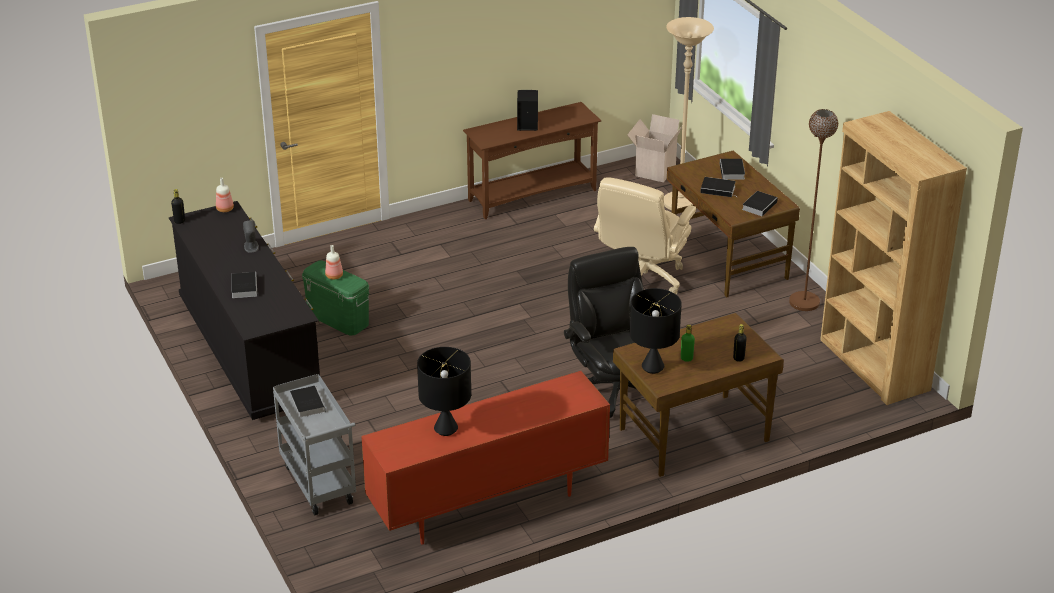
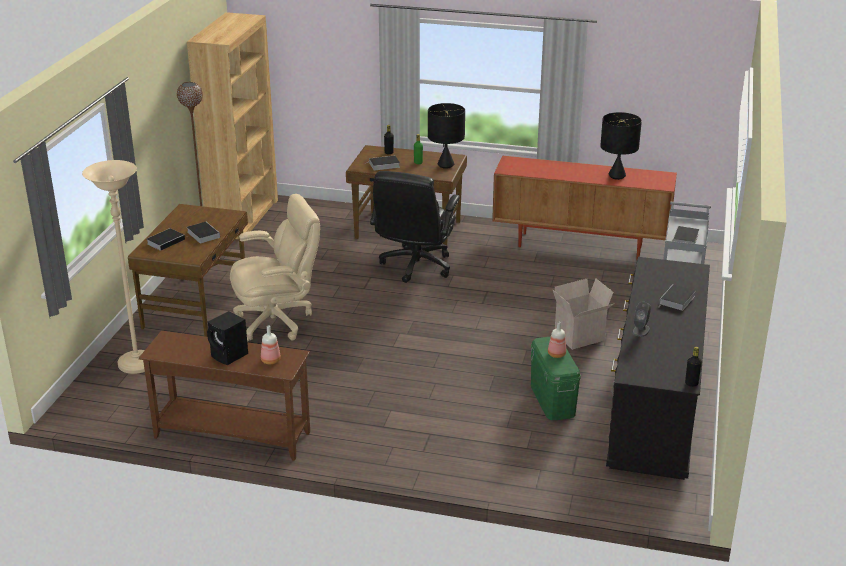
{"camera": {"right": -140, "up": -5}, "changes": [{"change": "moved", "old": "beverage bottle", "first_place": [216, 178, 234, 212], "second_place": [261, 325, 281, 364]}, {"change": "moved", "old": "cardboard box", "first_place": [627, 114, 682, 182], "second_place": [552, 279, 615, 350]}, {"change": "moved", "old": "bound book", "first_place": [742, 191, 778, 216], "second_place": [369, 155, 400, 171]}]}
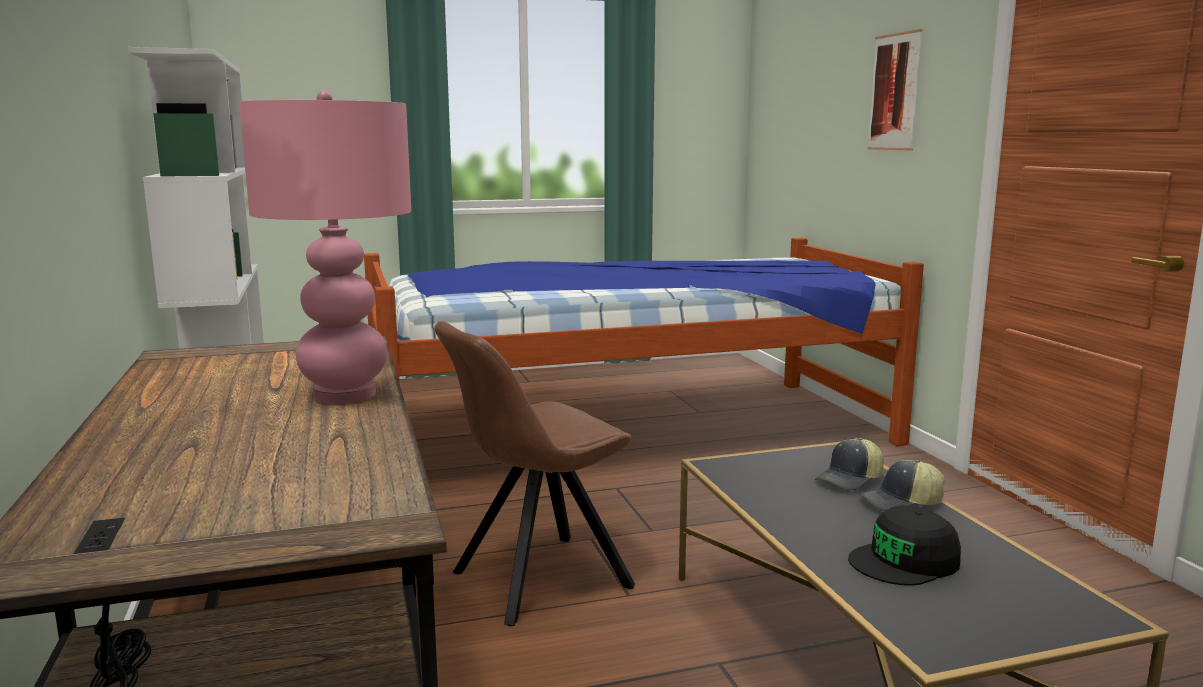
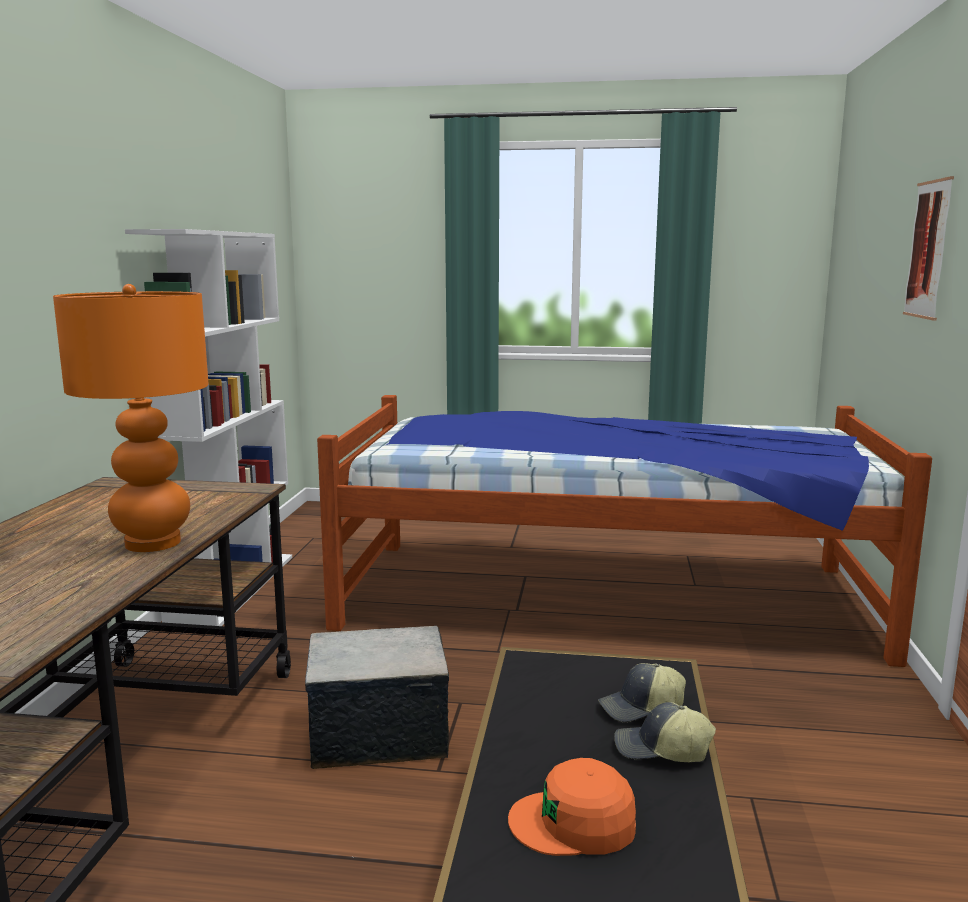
{"camera": {"right": 25, "up": 0}, "changes": [{"change": "recoloured", "old": "pinkish lamp for a table", "new": "orange-coloured lamp for a table", "first_place": [239, 90, 411, 404], "second_place": [53, 284, 209, 552]}, {"change": "replaced", "old": "brown-coloured chair", "new": "storage container", "first_place": [434, 321, 635, 626], "second_place": [305, 626, 449, 769]}, {"change": "recoloured", "old": "blackish cap", "new": "orange-coloured cap", "first_place": [848, 506, 961, 586], "second_place": [508, 758, 636, 856]}]}
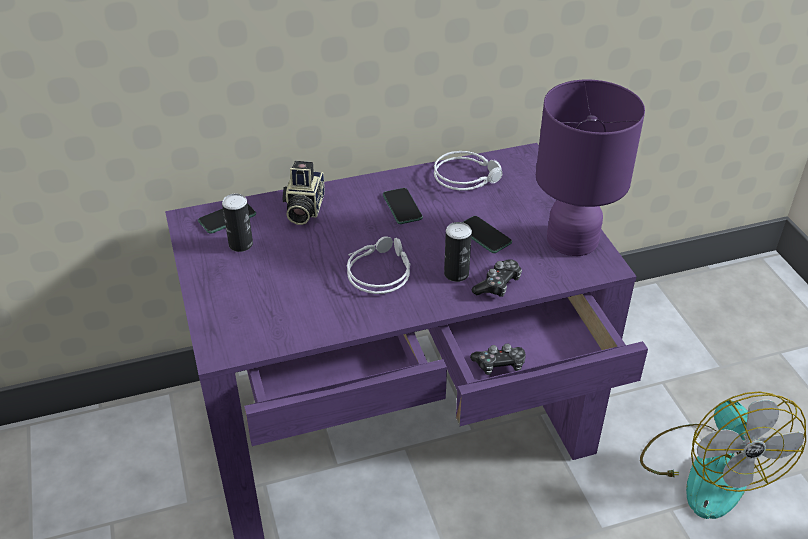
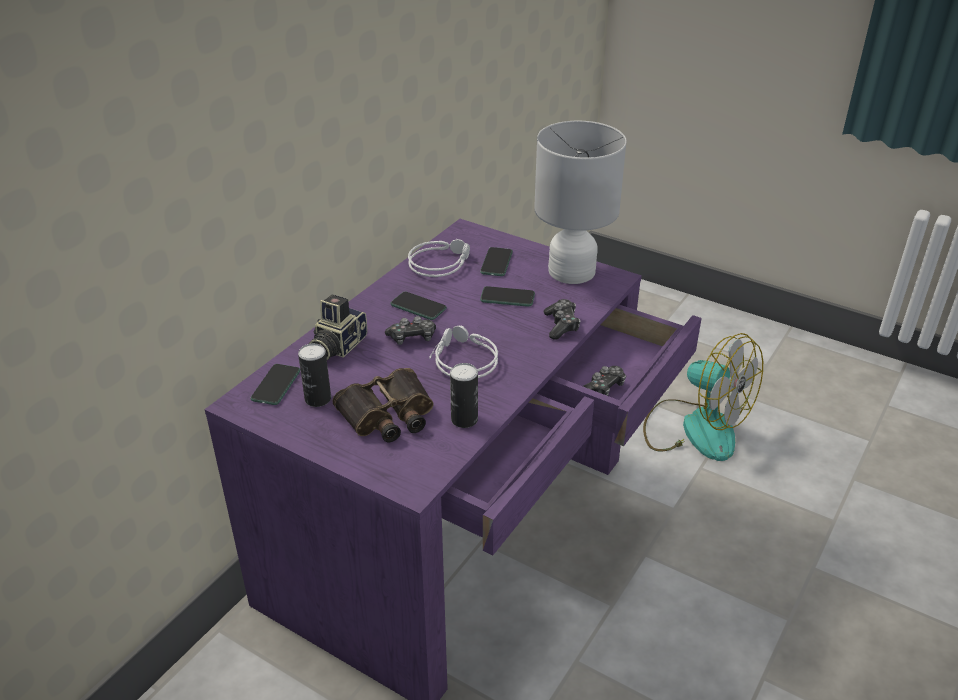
{"camera": {"right": -40, "up": -5}, "changes": [{"change": "turned", "old": "still camera", "first_place": [282, 161, 325, 225], "second_place": [309, 294, 367, 360], "degrees": 60}, {"change": "moved", "old": "metal can", "first_place": [444, 222, 472, 282], "second_place": [450, 363, 478, 428]}, {"change": "recoloured", "old": "purplish lamp for a table", "new": "greyish lamp for a table", "first_place": [536, 79, 645, 256], "second_place": [534, 121, 627, 284]}, {"change": "added", "new": "field glasses", "second_place": [332, 368, 433, 442]}, {"change": "added", "new": "game controller", "second_place": [385, 316, 436, 345]}, {"change": "added", "new": "telephone", "second_place": [480, 247, 513, 276]}]}
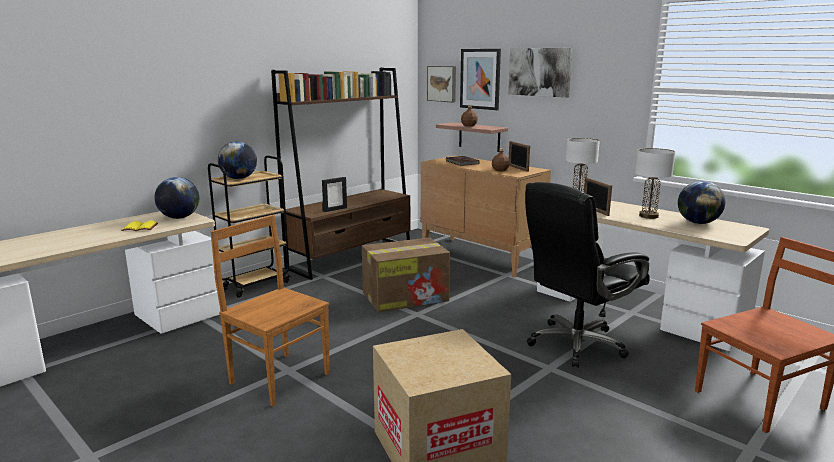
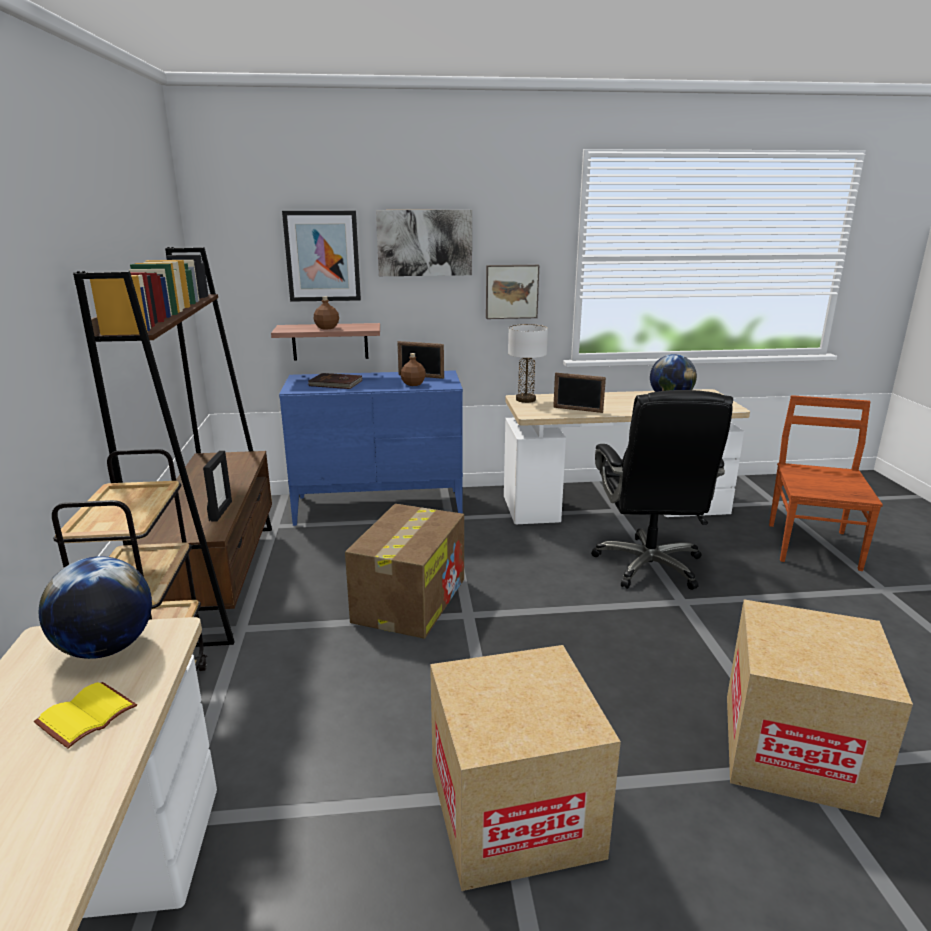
{"camera": {"right": -50, "up": 5}, "changes": [{"change": "replaced", "old": "brown-coloured chair", "new": "cardboard box", "first_place": [210, 215, 330, 406], "second_place": [430, 645, 621, 891]}, {"change": "removed", "old": "desk globe", "first_place": [218, 141, 257, 179]}, {"change": "recoloured", "old": "brown-coloured cabinet", "new": "blue cabinet", "first_place": [421, 156, 551, 278], "second_place": [279, 370, 463, 526]}, {"change": "moved", "old": "picture", "first_place": [427, 66, 456, 102], "second_place": [486, 265, 539, 319]}, {"change": "removed", "old": "lamp for a table", "first_place": [635, 148, 675, 219]}]}
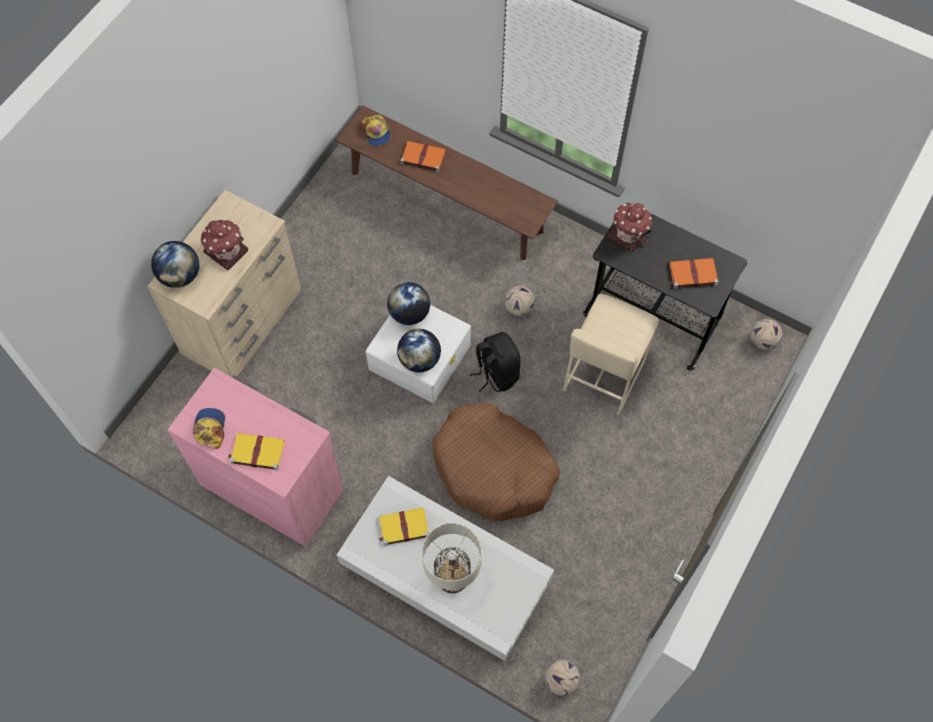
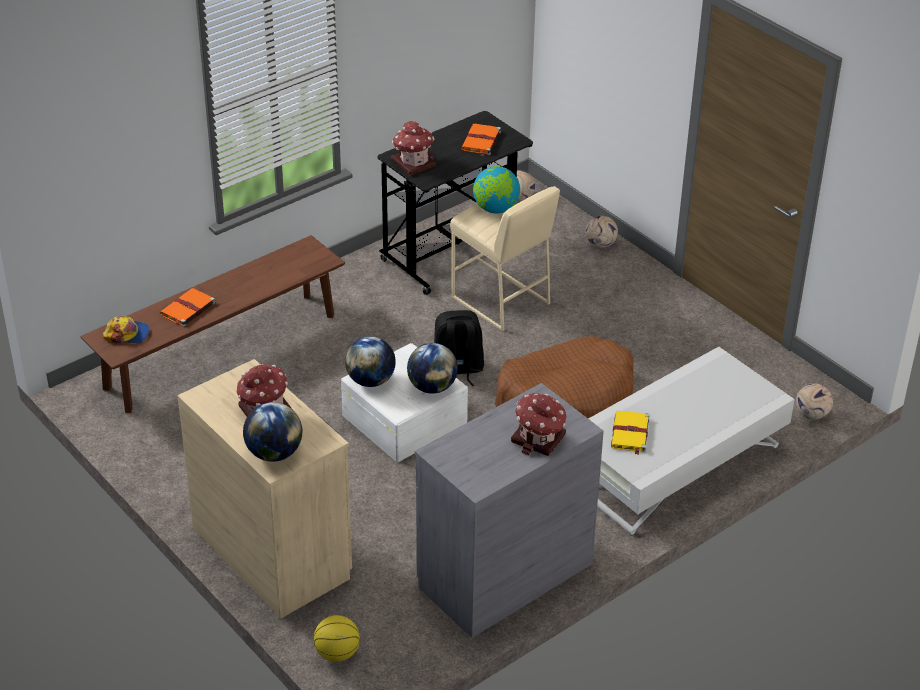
{"camera": {"right": -70, "up": -25}, "changes": [{"change": "recoloured", "old": "pinkish dresser", "new": "greyish dresser", "first_place": [168, 368, 343, 547], "second_place": [414, 383, 604, 638]}, {"change": "removed", "old": "cap", "first_place": [193, 408, 225, 449]}, {"change": "replaced", "old": "yellow-coloured bound book", "new": "model house", "first_place": [228, 433, 285, 470], "second_place": [511, 393, 567, 456]}, {"change": "removed", "old": "lamp for a table", "first_place": [422, 523, 482, 593]}, {"change": "moved", "old": "football", "first_place": [505, 286, 535, 316], "second_place": [585, 216, 618, 248]}, {"change": "added", "new": "basketball", "second_place": [313, 615, 360, 662]}, {"change": "added", "new": "desk globe", "second_place": [473, 166, 520, 214]}]}
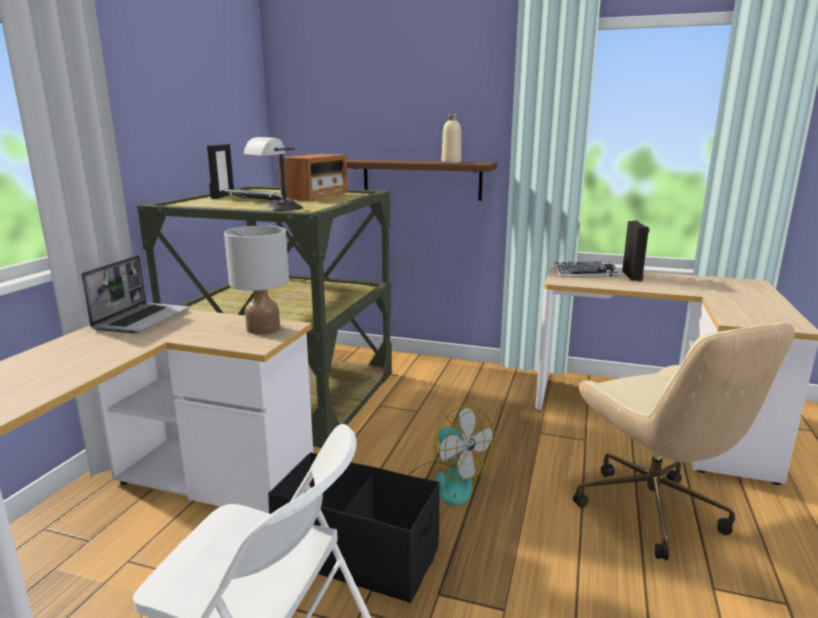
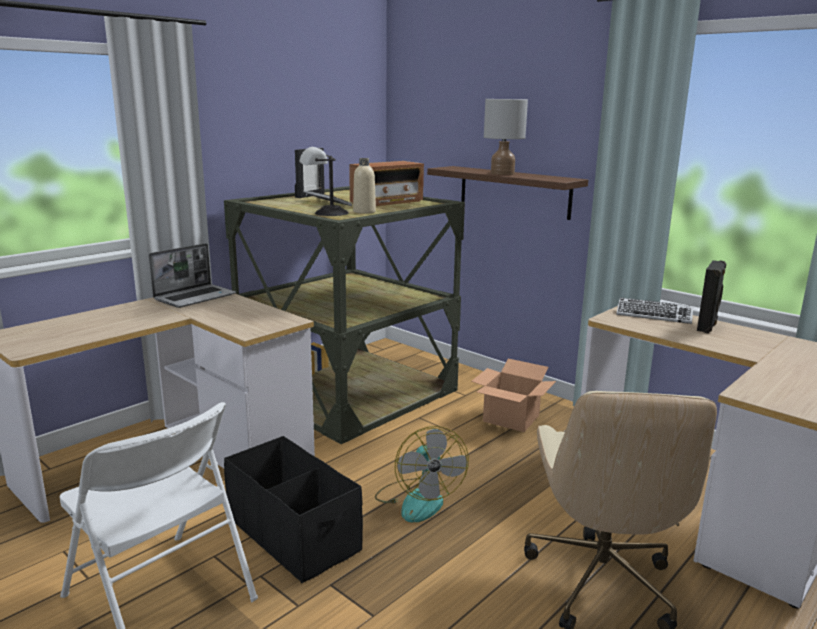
{"camera": {"right": 25, "up": 0}, "changes": [{"change": "moved", "old": "greyish lamp for a table", "first_place": [224, 226, 289, 334], "second_place": [484, 99, 528, 175]}, {"change": "moved", "old": "beige beverage bottle", "first_place": [441, 114, 461, 163], "second_place": [353, 158, 376, 214]}, {"change": "added", "new": "cardboard box", "second_place": [472, 359, 556, 432]}]}
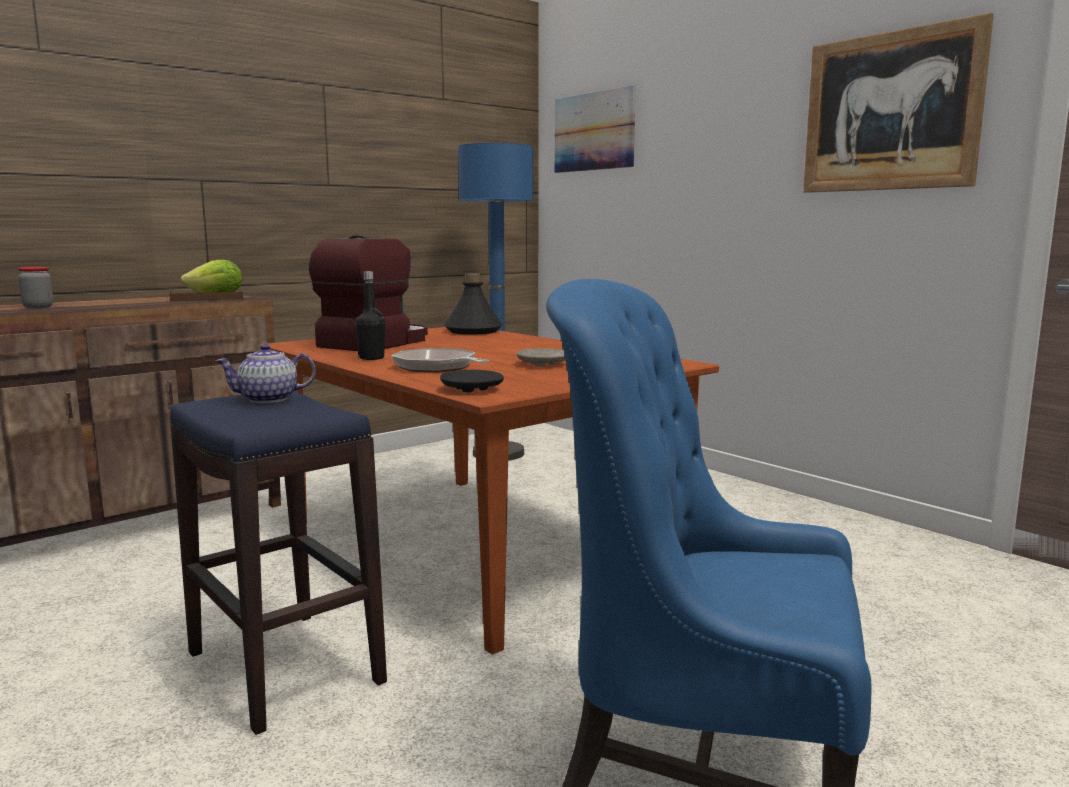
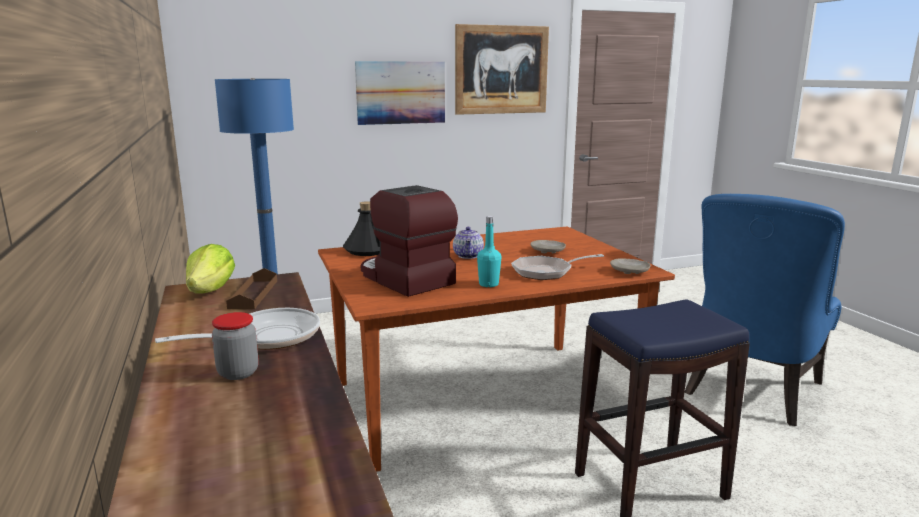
{"camera": {"right": -70, "up": 5}, "changes": [{"change": "moved", "old": "tea pot", "first_place": [216, 344, 316, 403], "second_place": [453, 227, 484, 259]}, {"change": "recoloured", "old": "blackish beverage bottle", "new": "turquoise beverage bottle", "first_place": [355, 271, 386, 360], "second_place": [477, 216, 501, 287]}, {"change": "recoloured", "old": "blackish flat dish", "new": "beige flat dish", "first_place": [440, 370, 504, 393], "second_place": [610, 258, 651, 274]}, {"change": "moved", "old": "picture", "first_place": [555, 85, 636, 173], "second_place": [355, 61, 445, 125]}, {"change": "added", "new": "frying pan", "second_place": [155, 308, 320, 350]}]}
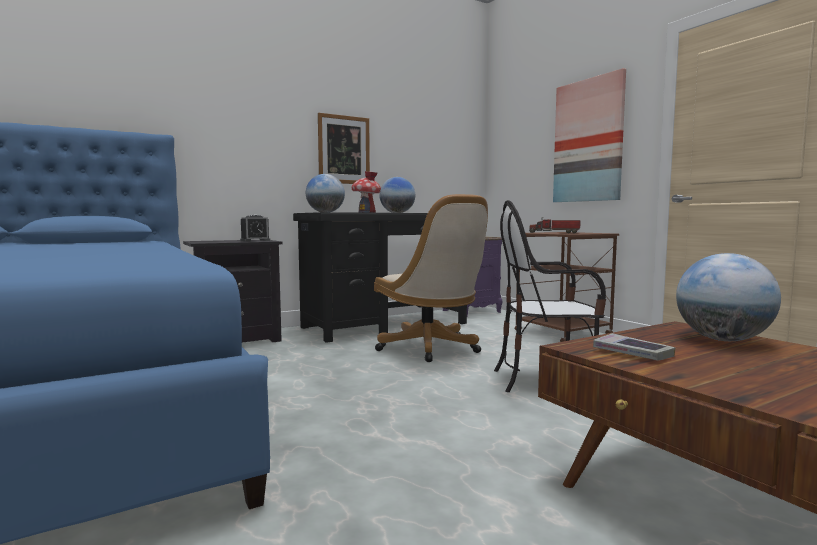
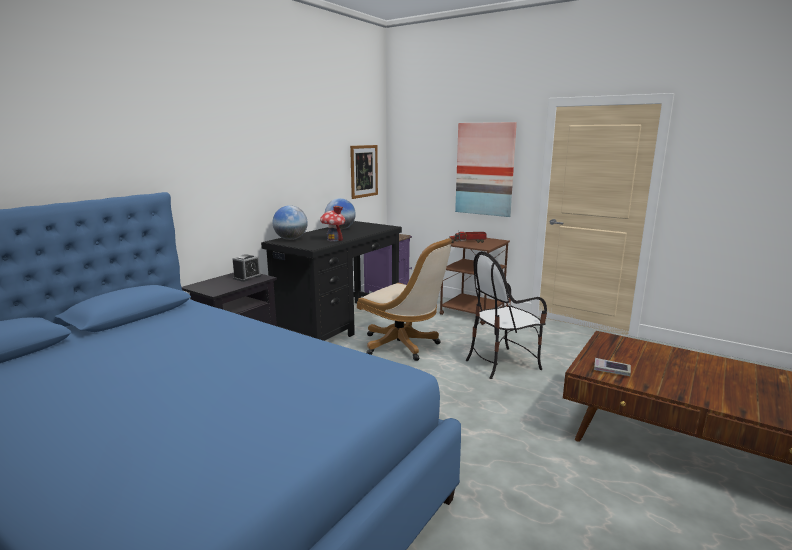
{"camera": {"right": -25, "up": 10}, "changes": [{"change": "moved", "old": "picture", "first_place": [318, 113, 370, 184], "second_place": [350, 145, 378, 199]}, {"change": "removed", "old": "desk globe", "first_place": [676, 253, 781, 341]}]}
